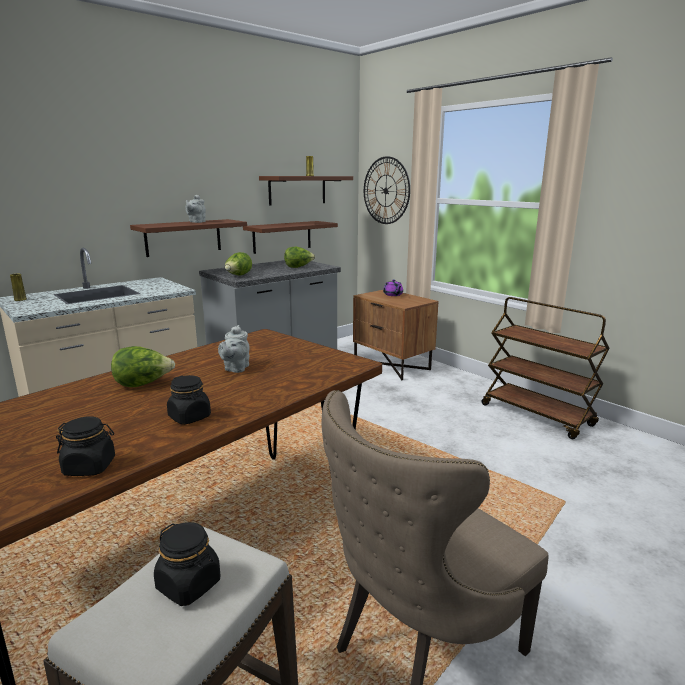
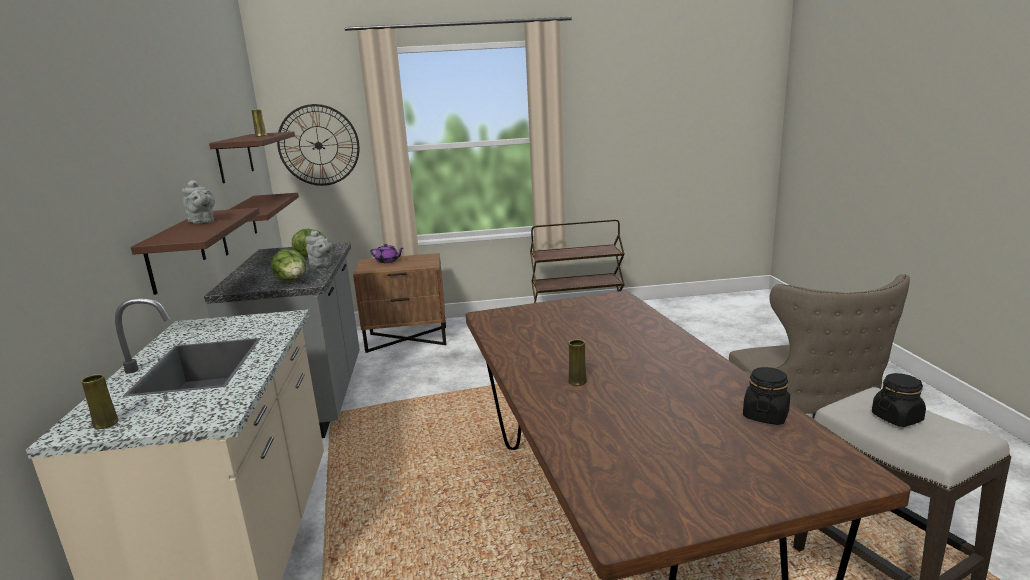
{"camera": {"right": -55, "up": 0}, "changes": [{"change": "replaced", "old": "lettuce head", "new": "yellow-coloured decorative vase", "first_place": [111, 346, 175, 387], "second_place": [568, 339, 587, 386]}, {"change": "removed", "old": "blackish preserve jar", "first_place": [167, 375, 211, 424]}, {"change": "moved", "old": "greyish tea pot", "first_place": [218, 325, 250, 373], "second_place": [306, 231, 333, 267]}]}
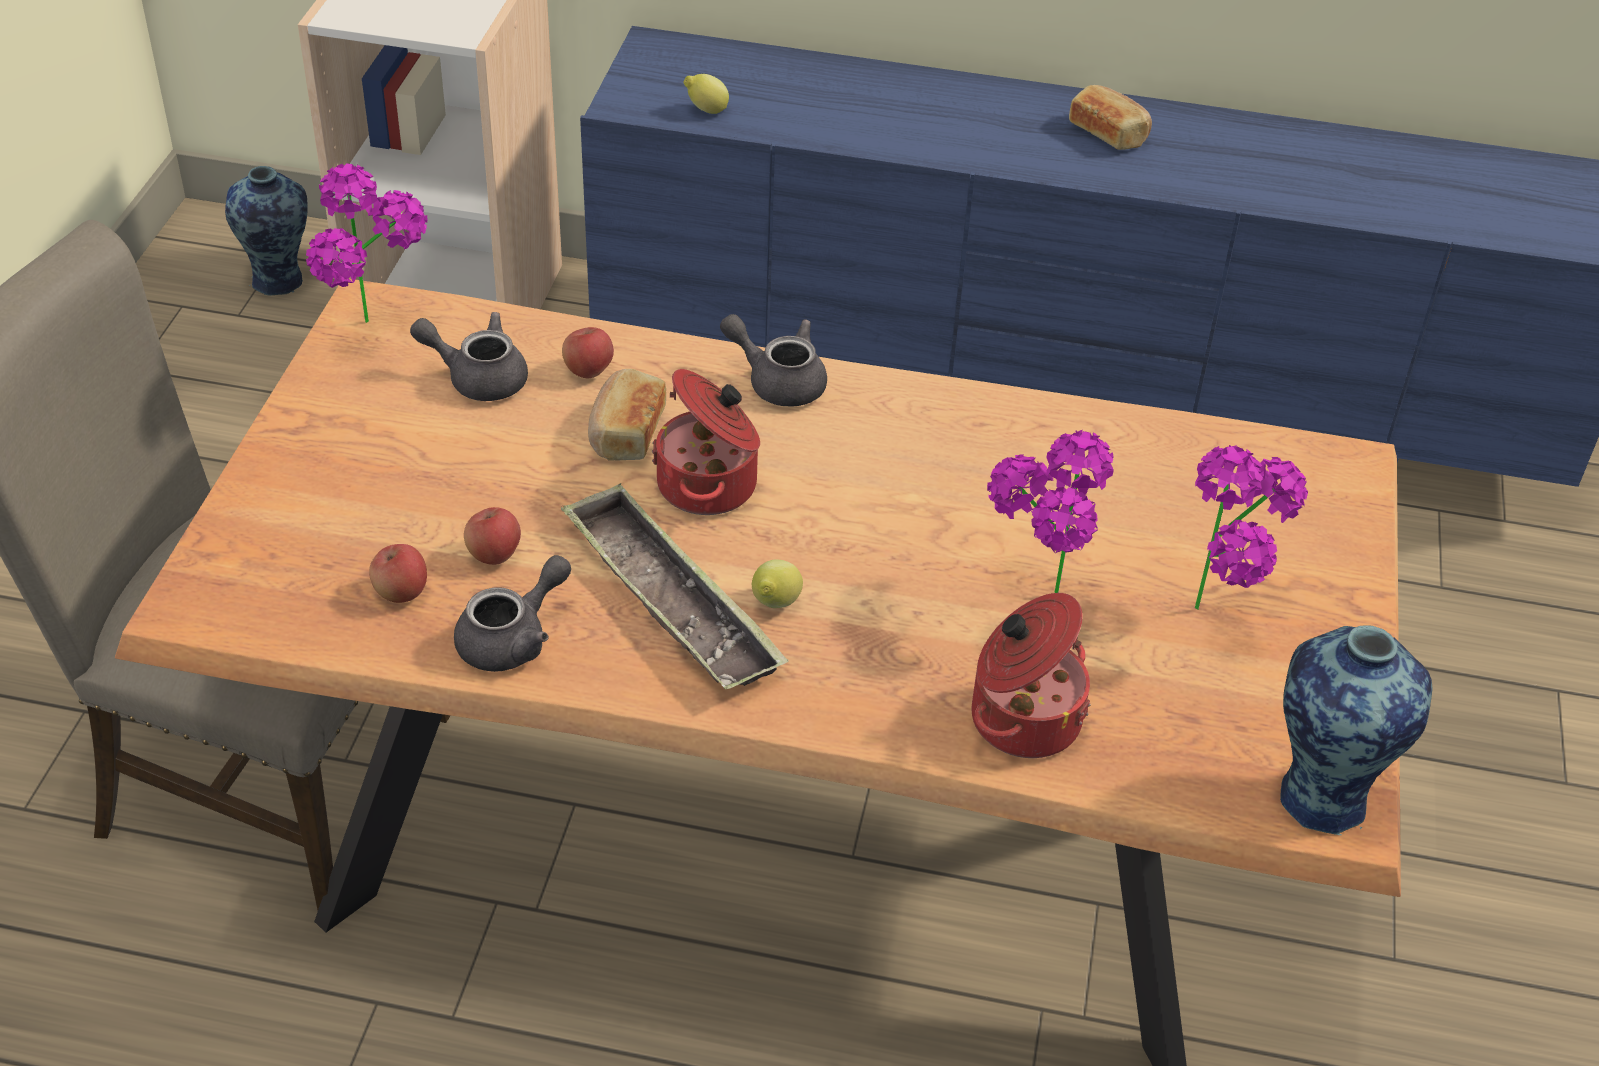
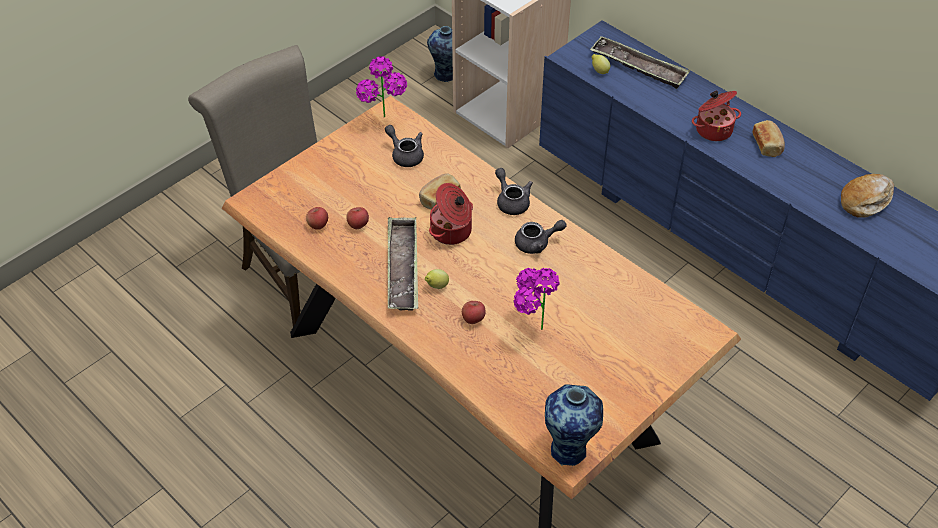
{"camera": {"right": 35, "up": 5}, "changes": [{"change": "moved", "old": "greyish tea pot", "first_place": [454, 555, 571, 672], "second_place": [515, 220, 567, 254]}, {"change": "moved", "old": "apple fruit", "first_place": [562, 327, 614, 378], "second_place": [462, 301, 486, 324]}, {"change": "moved", "old": "cooking pot", "first_place": [971, 593, 1090, 758], "second_place": [692, 91, 741, 141]}, {"change": "removed", "old": "potted plant", "first_place": [1195, 445, 1308, 610]}, {"change": "added", "new": "carrying tray", "second_place": [590, 36, 690, 89]}, {"change": "added", "new": "bakery bread", "second_place": [841, 174, 894, 218]}]}
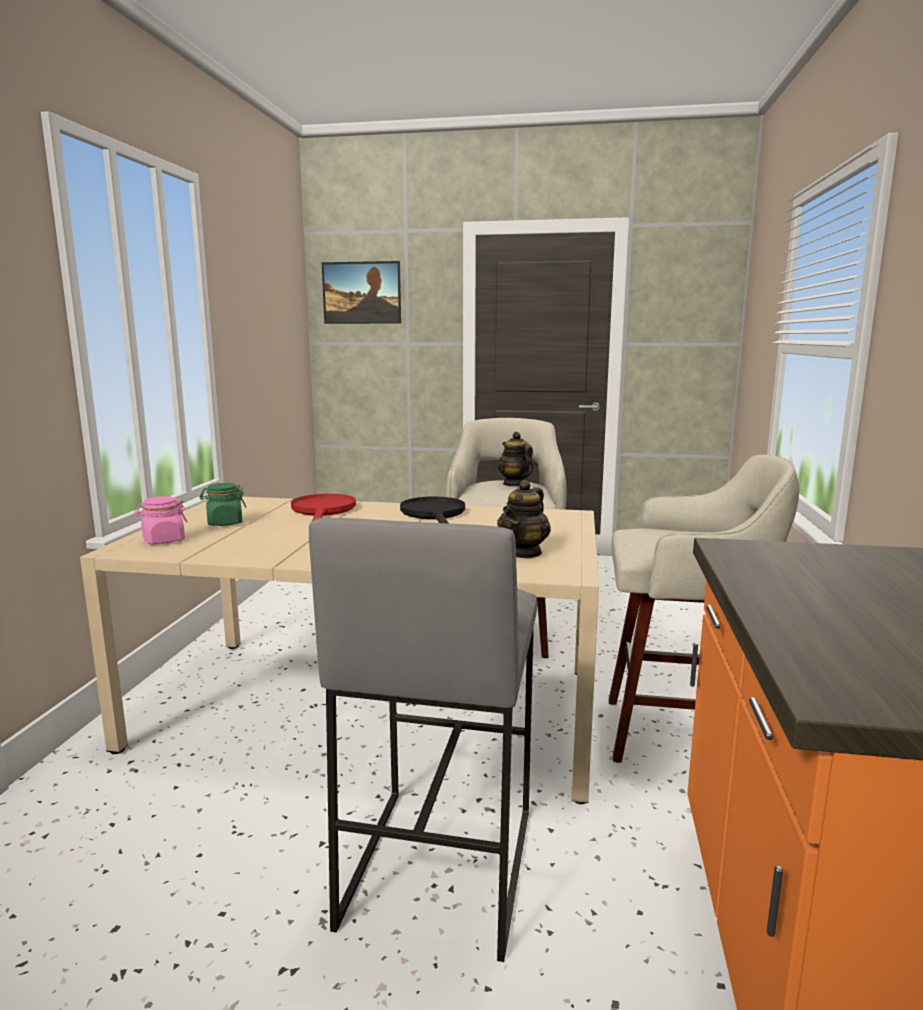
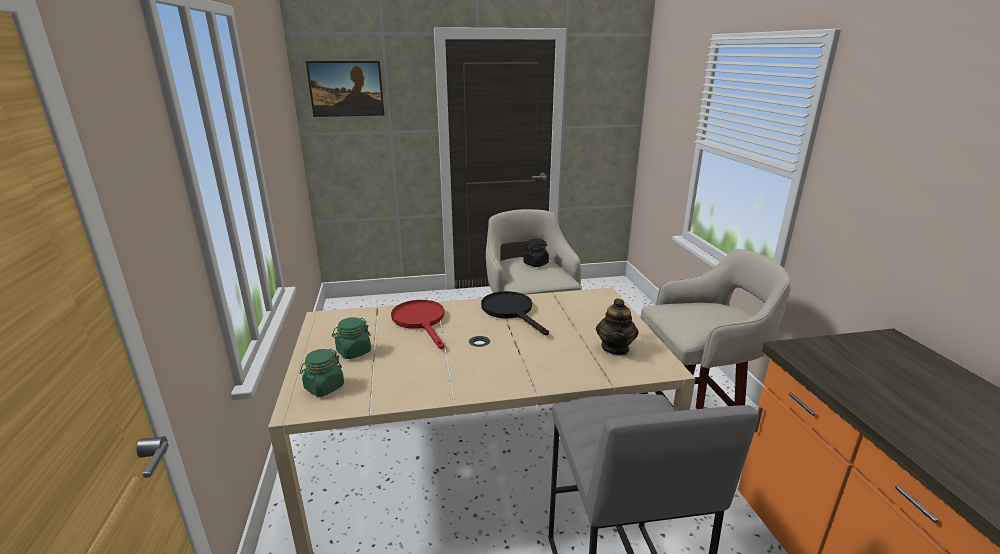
{"camera": {"right": -20, "up": 10}, "changes": [{"change": "recoloured", "old": "pinkish preserve jar", "new": "greenish preserve jar", "first_place": [134, 496, 187, 544], "second_place": [300, 349, 344, 397]}, {"change": "replaced", "old": "tea pot", "new": "blackish preserve jar", "first_place": [498, 432, 534, 486], "second_place": [524, 239, 549, 267]}]}
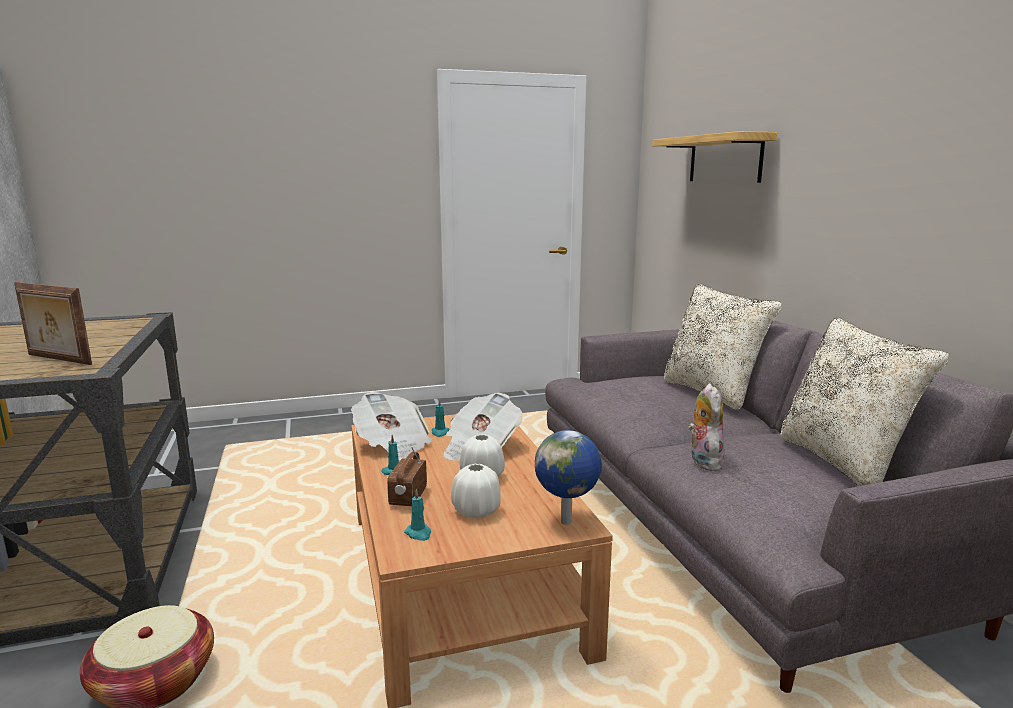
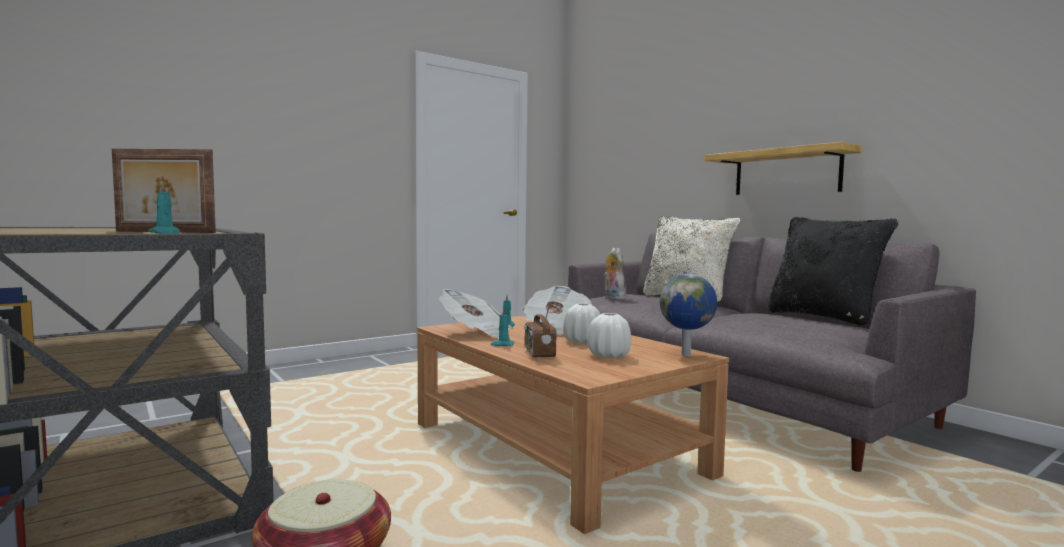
{"camera": {"right": -20, "up": -10}, "changes": [{"change": "moved", "old": "turquoise candle", "first_place": [404, 488, 431, 541], "second_place": [148, 182, 180, 234]}, {"change": "moved", "old": "bracket shelf", "first_place": [652, 131, 778, 183], "second_place": [704, 142, 862, 195]}, {"change": "moved", "old": "plush toy", "first_place": [688, 384, 725, 471], "second_place": [604, 248, 628, 300]}, {"change": "recoloured", "old": "beige cushion", "new": "blackish cushion", "first_place": [781, 318, 949, 486], "second_place": [768, 217, 898, 325]}]}
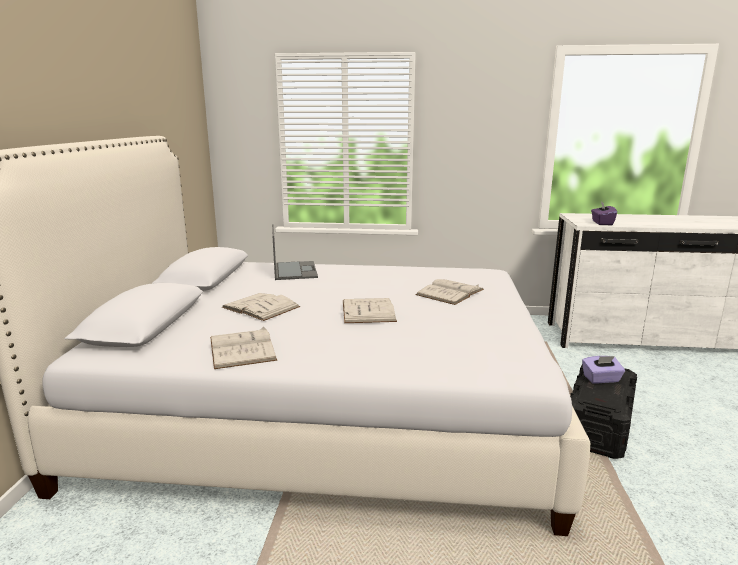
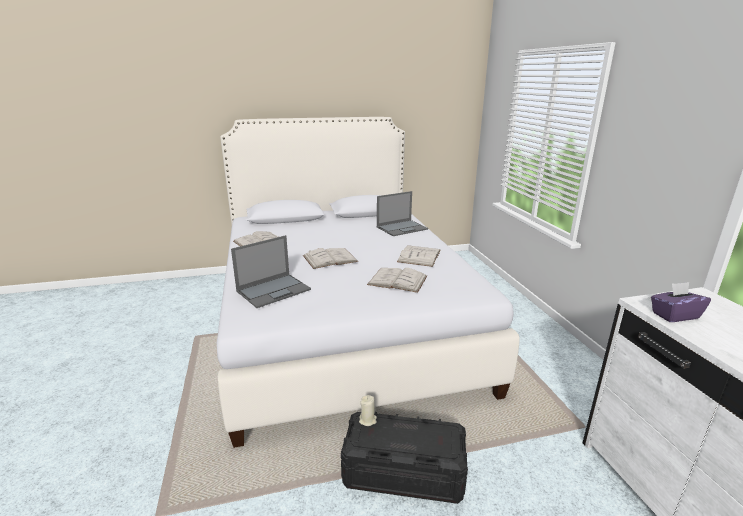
{"camera": {"right": 70, "up": 5}, "changes": [{"change": "moved", "old": "white bound book", "first_place": [222, 293, 300, 321], "second_place": [397, 245, 441, 267]}, {"change": "removed", "old": "purplish box of tissues", "first_place": [582, 356, 625, 383]}, {"change": "added", "new": "notebook computer", "second_place": [231, 235, 311, 308]}, {"change": "added", "new": "beige candle", "second_place": [359, 395, 377, 426]}]}
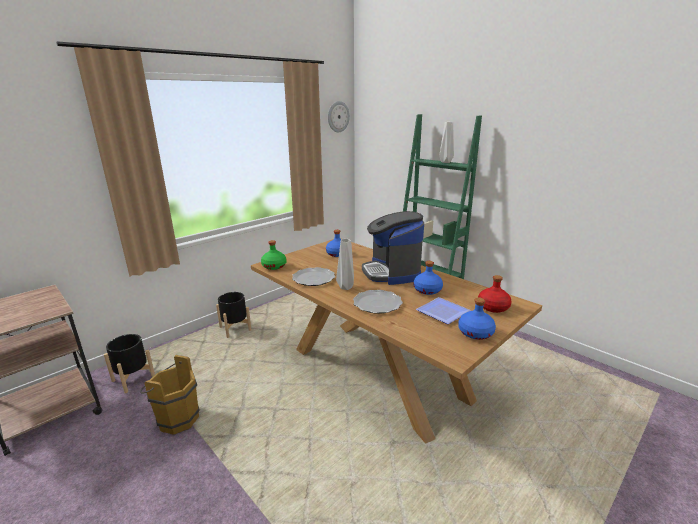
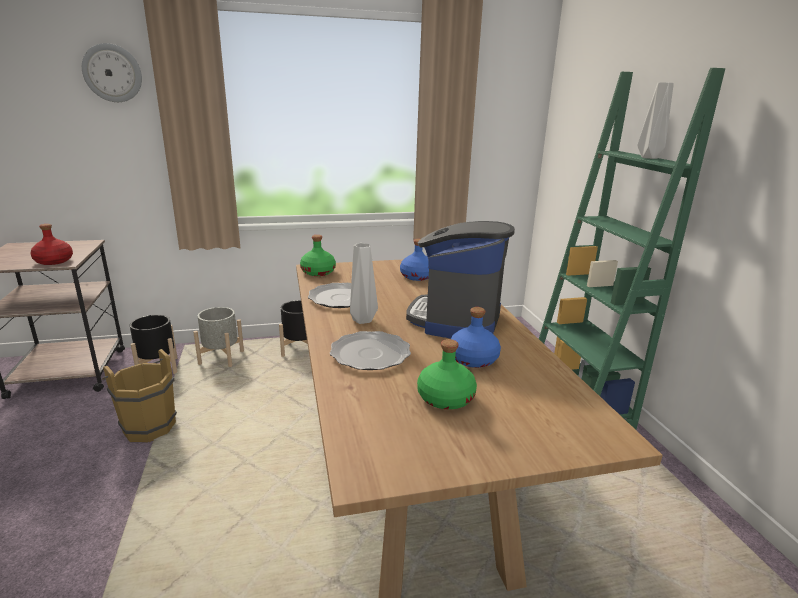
{"camera": {"right": 30, "up": 0}, "changes": [{"change": "moved", "old": "clock on the wall", "first_place": [328, 101, 350, 133], "second_place": [82, 43, 142, 102]}, {"change": "replaced", "old": "flat dish", "new": "greenish beverage bottle", "first_place": [416, 297, 471, 324], "second_place": [417, 339, 477, 409]}, {"change": "removed", "old": "blue beverage bottle", "first_place": [458, 298, 496, 340]}, {"change": "moved", "old": "red-coloured beverage bottle", "first_place": [478, 275, 512, 313], "second_place": [30, 224, 73, 265]}, {"change": "added", "new": "greyish planter", "second_place": [193, 307, 244, 367]}]}
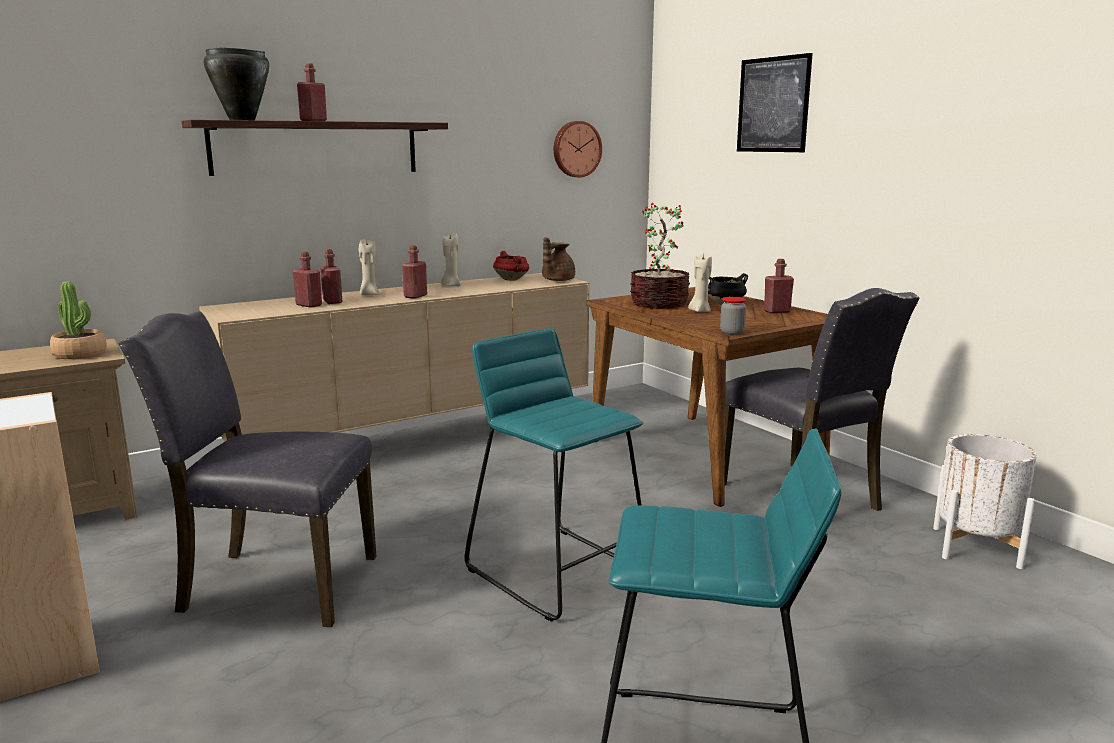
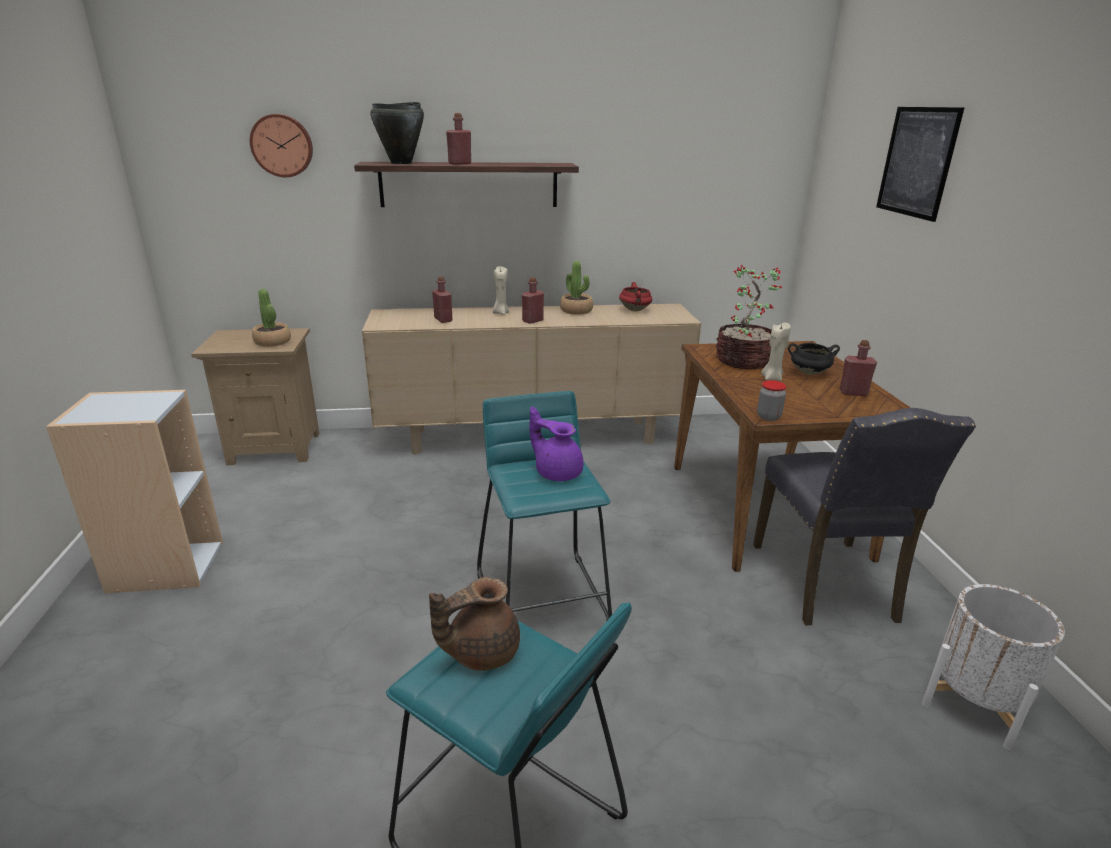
{"camera": {"right": 25, "up": 10}, "changes": [{"change": "removed", "old": "greyish chair", "first_place": [118, 311, 376, 627]}, {"change": "removed", "old": "red-coloured beverage bottle", "first_place": [320, 249, 342, 304]}, {"change": "replaced", "old": "beige candle", "new": "potted plant", "first_place": [441, 234, 461, 286], "second_place": [560, 261, 593, 315]}, {"change": "moved", "old": "brown-coloured tea pot", "first_place": [542, 237, 575, 281], "second_place": [429, 577, 520, 671]}, {"change": "moved", "old": "clock on the wall", "first_place": [554, 121, 602, 177], "second_place": [250, 114, 313, 177]}, {"change": "added", "new": "purplish tea pot", "second_place": [529, 407, 583, 481]}]}
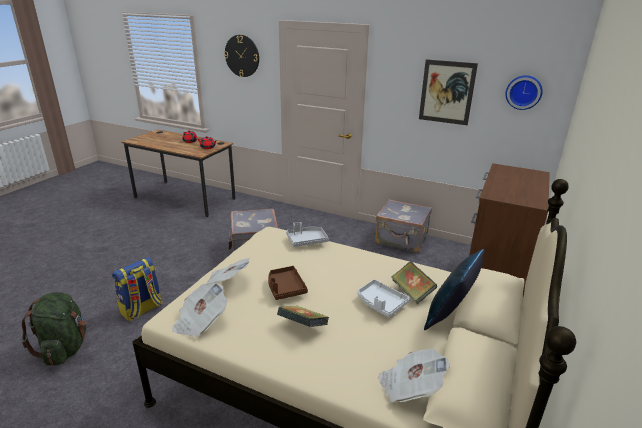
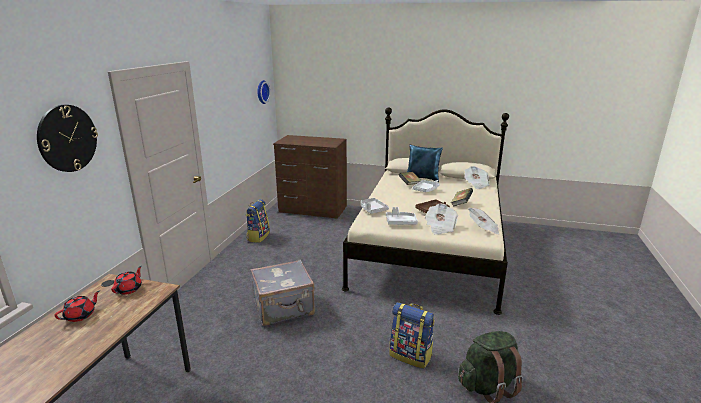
{"camera": {"right": -100, "up": -5}, "changes": [{"change": "replaced", "old": "greyish piece of luggage", "new": "knapsack", "first_place": [375, 199, 432, 253], "second_place": [246, 199, 270, 243]}, {"change": "removed", "old": "picture", "first_place": [419, 59, 478, 125]}, {"change": "added", "new": "white carrying tray", "second_place": [386, 207, 418, 225]}]}
